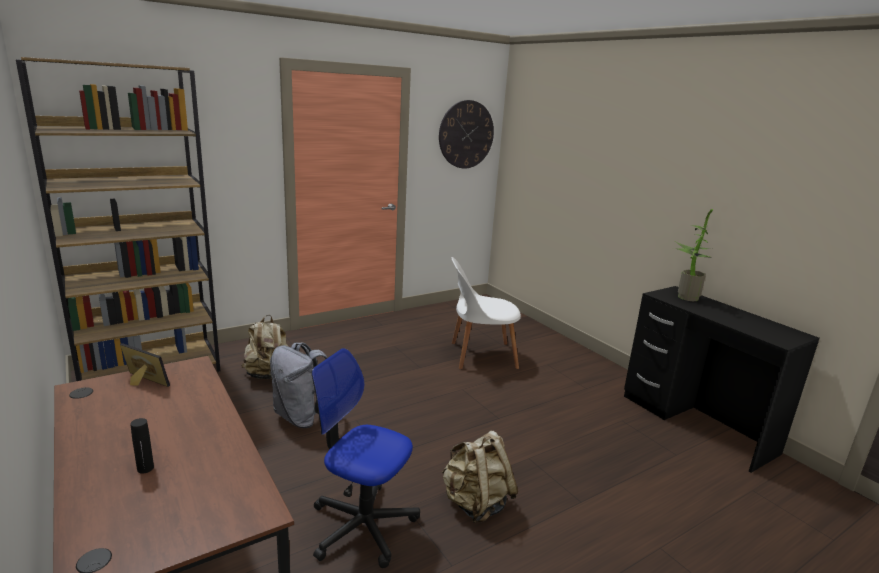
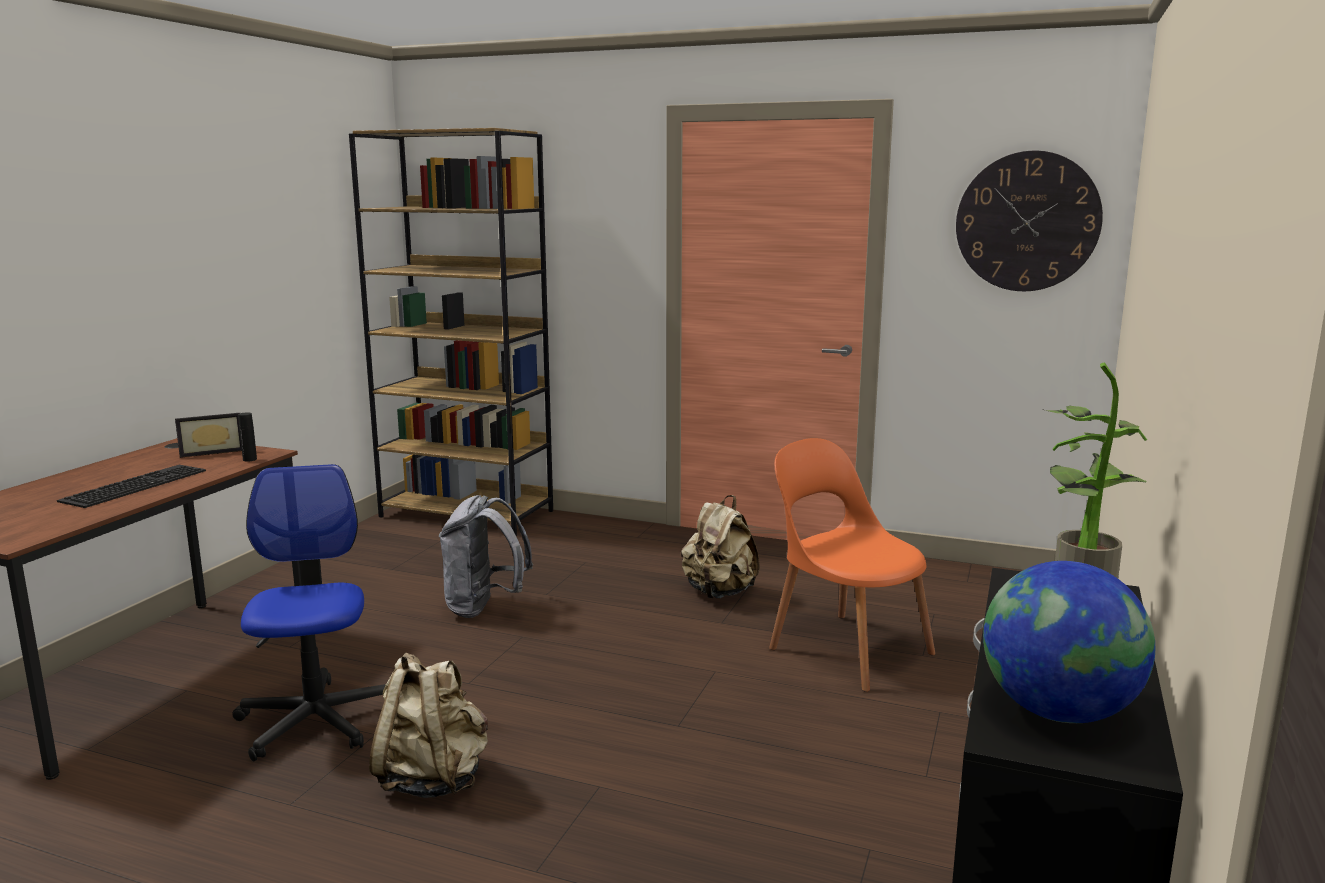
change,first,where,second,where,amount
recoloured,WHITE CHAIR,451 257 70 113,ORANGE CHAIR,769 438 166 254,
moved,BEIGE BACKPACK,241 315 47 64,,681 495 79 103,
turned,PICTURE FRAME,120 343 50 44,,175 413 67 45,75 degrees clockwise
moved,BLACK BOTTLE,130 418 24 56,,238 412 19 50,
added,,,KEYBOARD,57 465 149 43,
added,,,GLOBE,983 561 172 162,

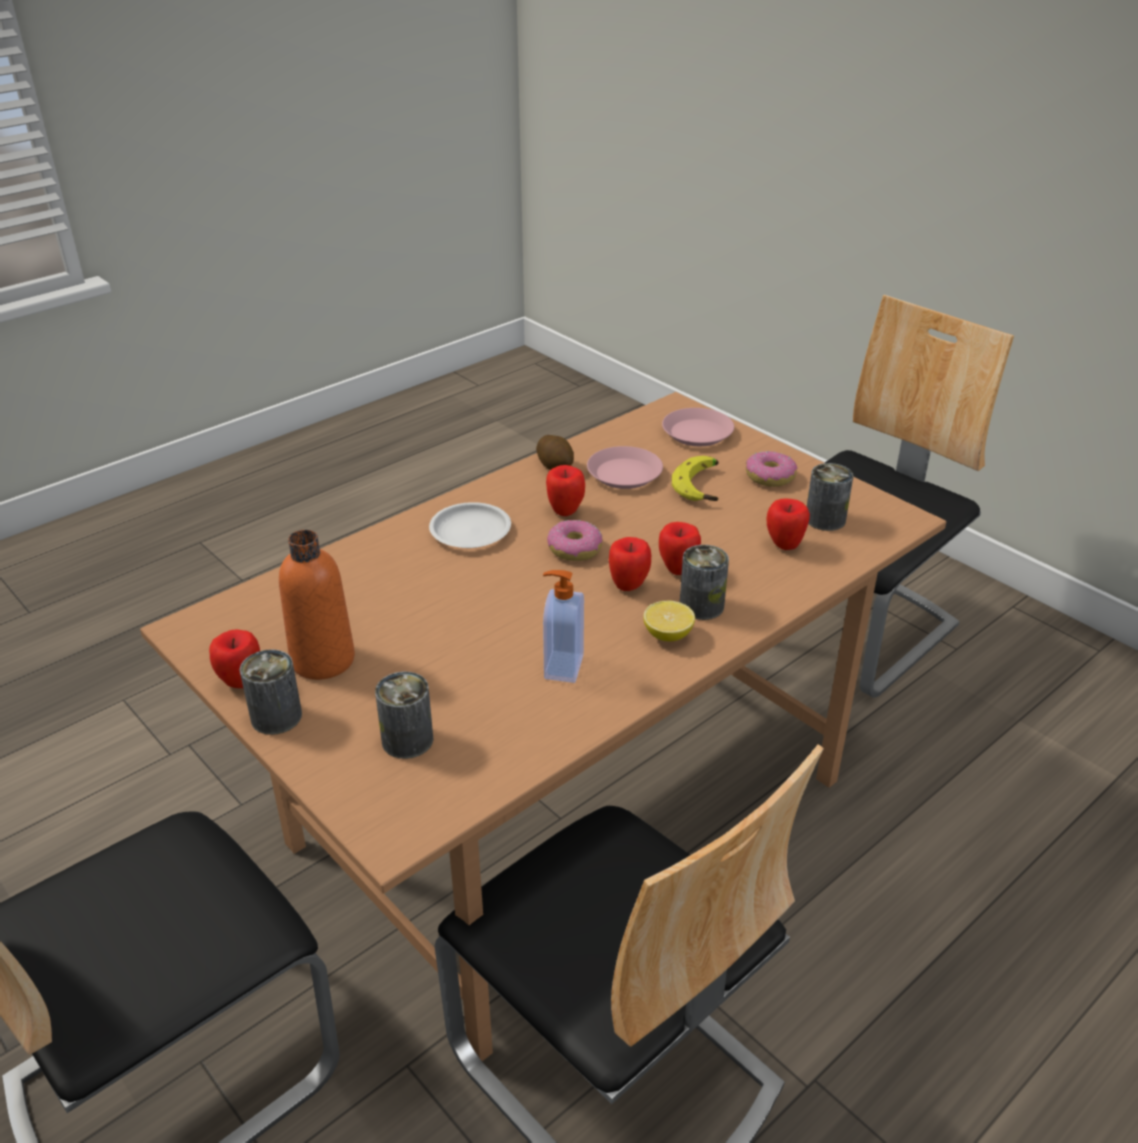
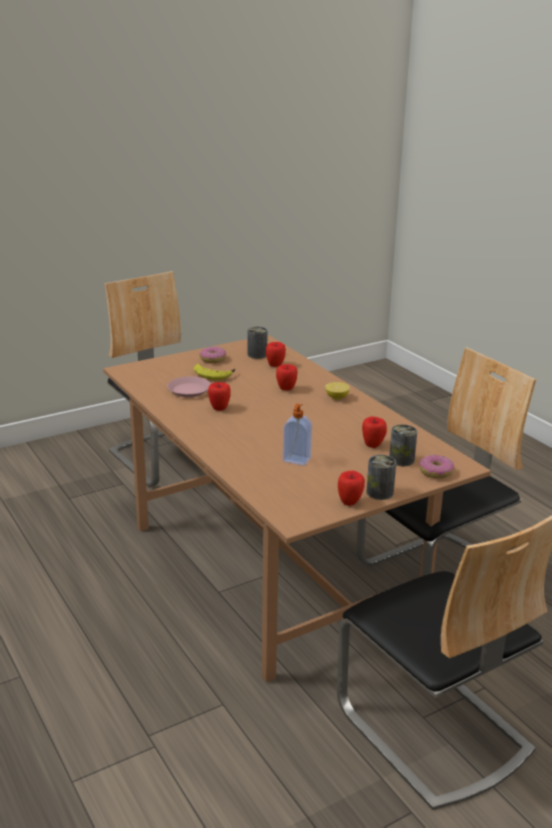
change,first,where,second,where,amount
removed,PINK PLATE,662 408 72 38,,,
removed,POTATO,536 435 38 35,,,
removed,WHITE PLATE,429 502 82 46,,,
moved,DONUT,547 520 55 41,,419 455 35 24,
removed,ORANGE BOTTLE,279 530 76 150,,,
moved,APPLE,609 537 42 54,,362 417 25 31,
removed,CAN,680 545 49 75,,,
moved,SOAP DISPENSER,543 570 41 113,,283 404 29 62,

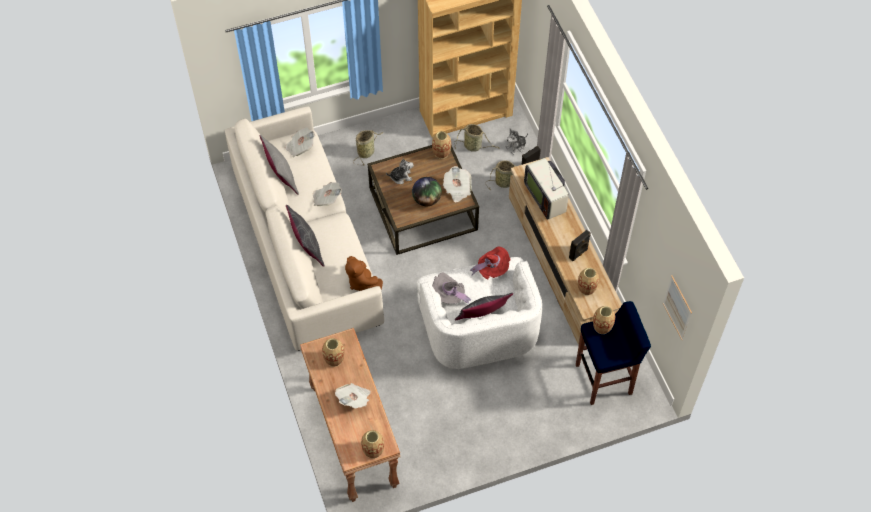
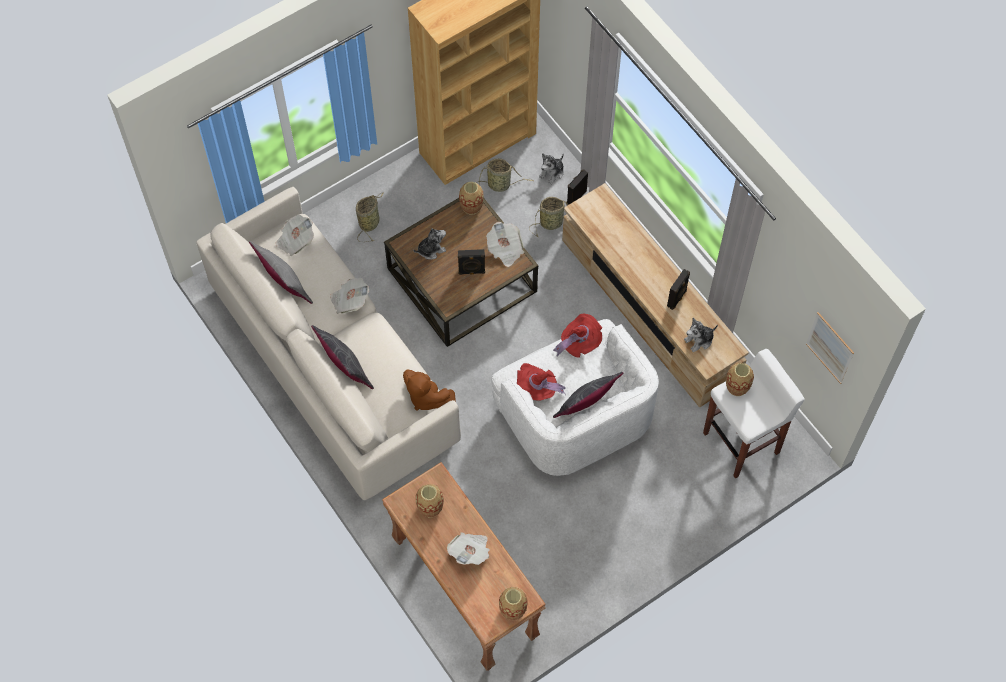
change,first,where,second,where,amount
removed,TELEVISION,524 158 45 62,,,
replaced,GLOBE,412 177 30 29,BLACK SPEAKER,458 249 27 26,
replaced,VASE,578 268 21 27,PLUSH TOY,684 318 34 34,
recoloured,GREY HAT,432 273 39 31,RED HAT,517 363 49 38,
recoloured,BLUE STOOL,576 301 75 104,WHITE STOOL,703 349 102 130,

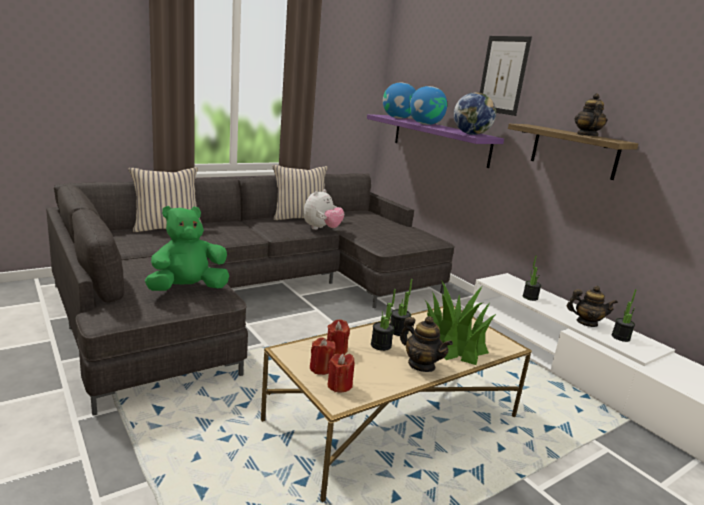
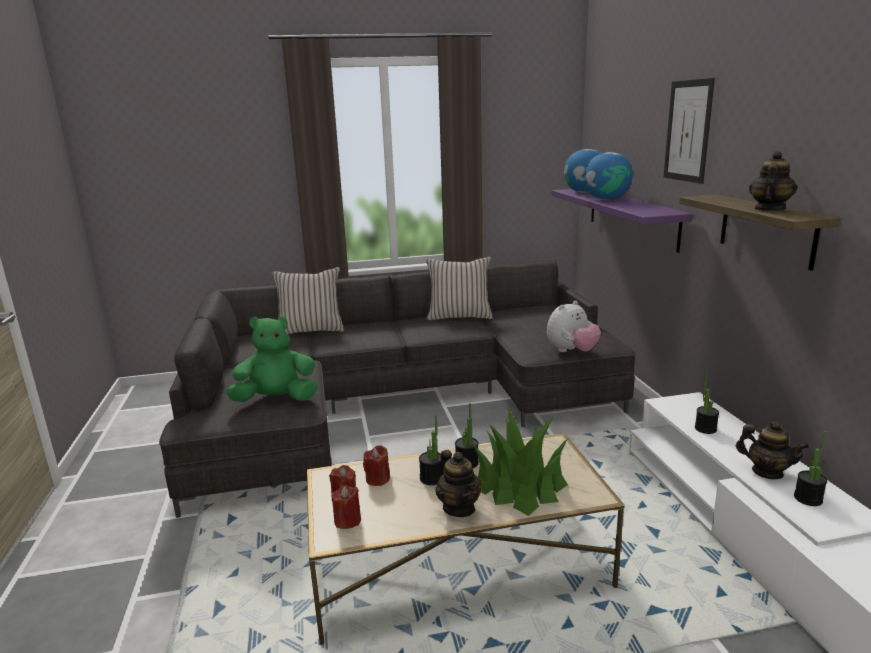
change,first,where,second,where,amount
removed,GLOBE,454 92 42 43,,,
moved,PLUSH TOY,303 189 41 41,,547 301 54 51,

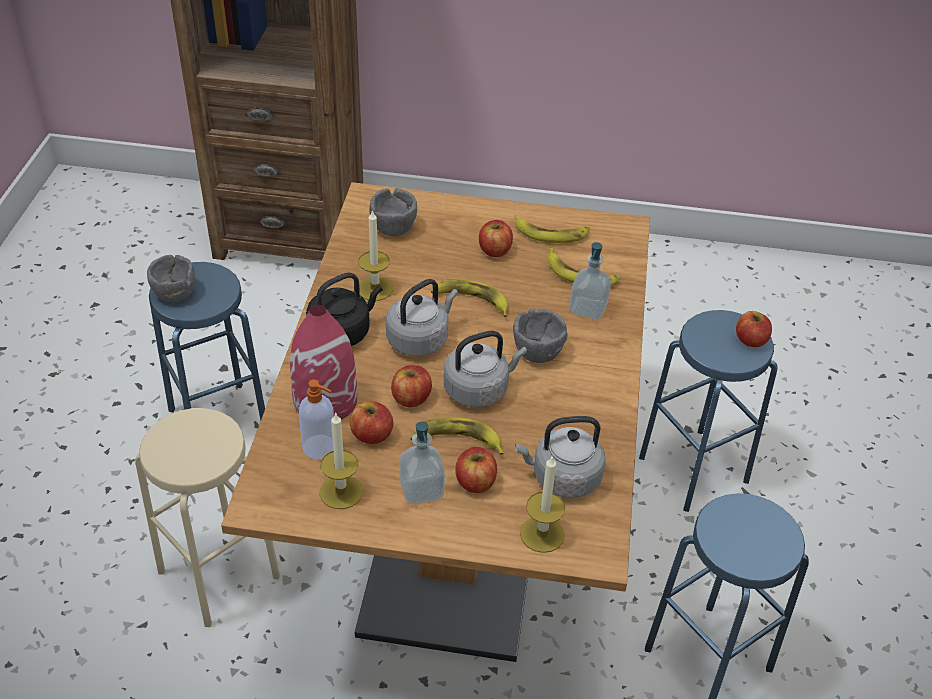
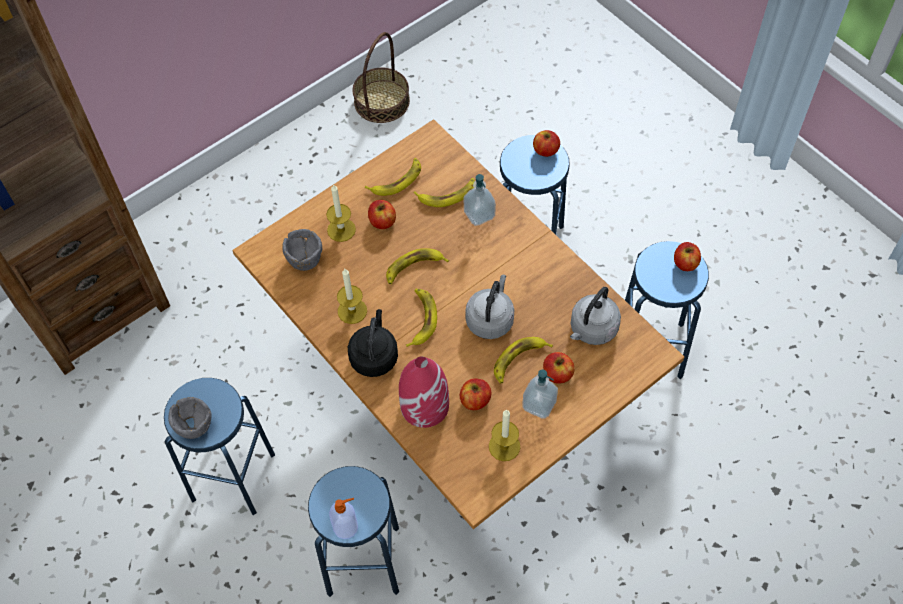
change,first,where,second,where,amount
replaced,GREY KETTLE,386 279 72 77,BANANA,406 289 31 58,
removed,GREY BOWL,513 309 55 54,,,
moved,APPLE,391 365 41 42,,674 242 27 29,
moved,SOAP DISPENSER,299 380 35 80,,329 498 29 41,
recoloured,BEIGE STOOL,135 408 145 219,BLUE STOOL,308 466 91 131,
moved,CANDLE,520 455 45 98,,326 184 30 58,
added,,,BASKET,352 32 58 91,

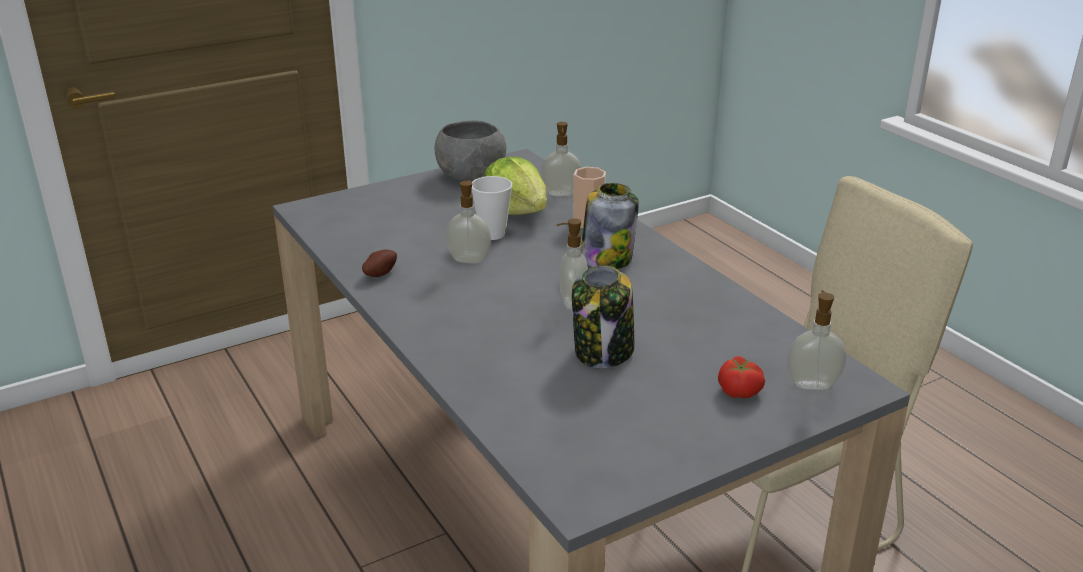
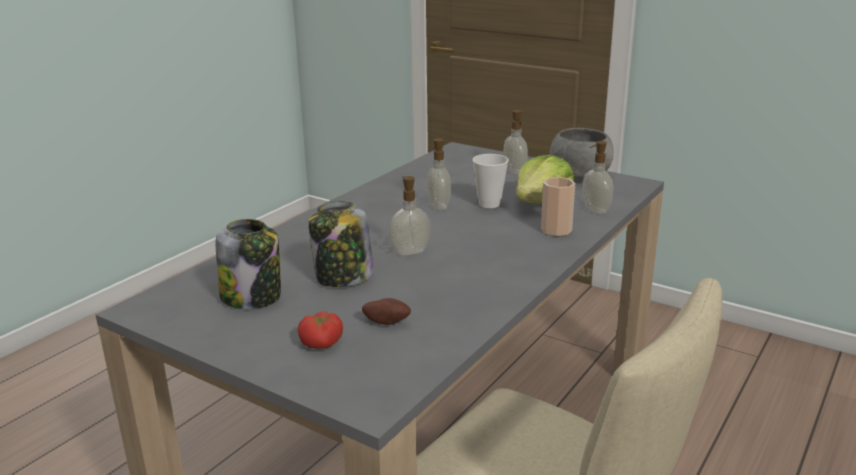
change,first,where,second,where,amount
moved,JAR,581 183 58 86,,216 219 65 90,
moved,POTATO,362 250 35 27,,362 298 49 27,
moved,SOAP DISPENSER,787 290 59 100,,504 110 24 65,

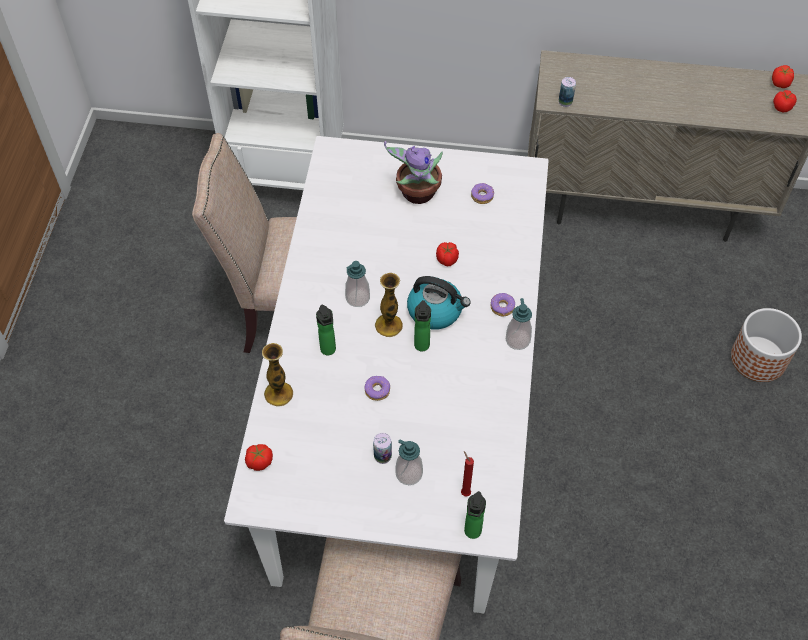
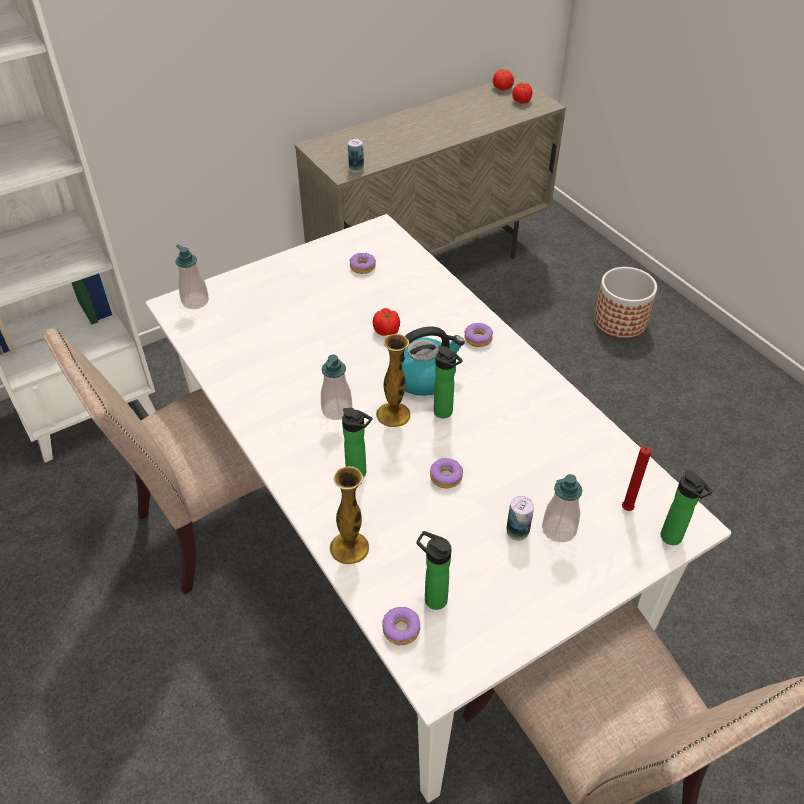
change,first,where,second,where,amount
removed,POTTED PLANT,384 141 59 63,,,
moved,SOAP DISPENSER,506 298 26 52,,176 244 33 65,
replaced,TOMATO,245 444 28 27,DONUT,382 607 38 38,
added,,,BOTTLE,416 531 35 79,

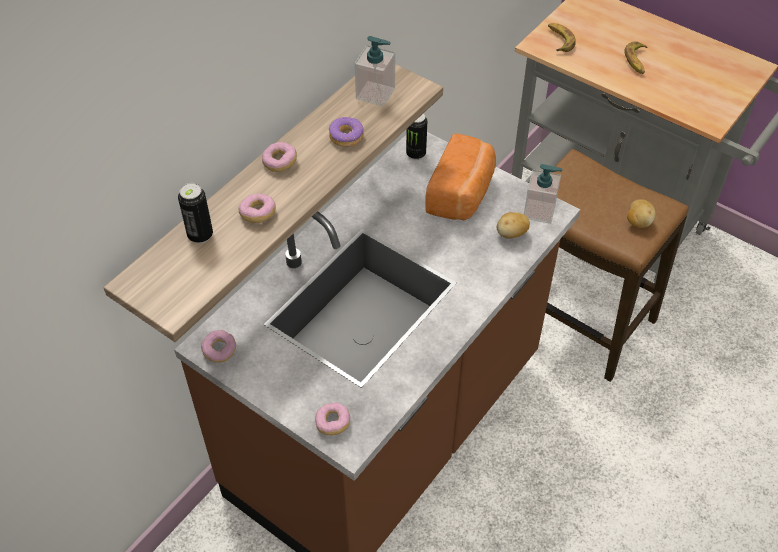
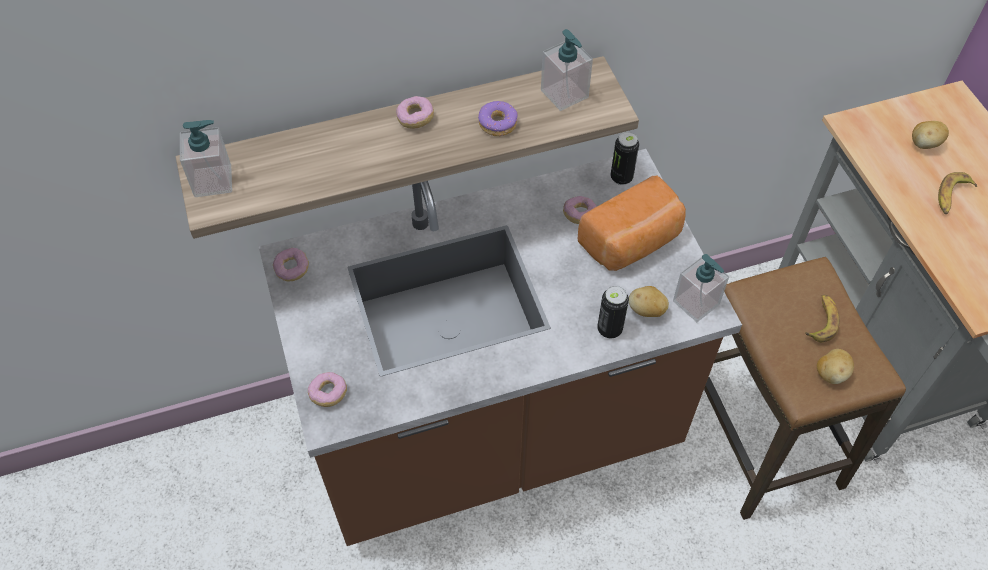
change,first,where,second,where,amount
moved,BANANA,548 23 28 29,,805 295 35 47,
moved,CAN,178 183 35 60,,597 286 32 52,
moved,DONUT,238 194 38 29,,563 196 34 28,
added,,,SOAP DISPENSER,180 120 52 77,
added,,,POTATO,912 121 37 28,

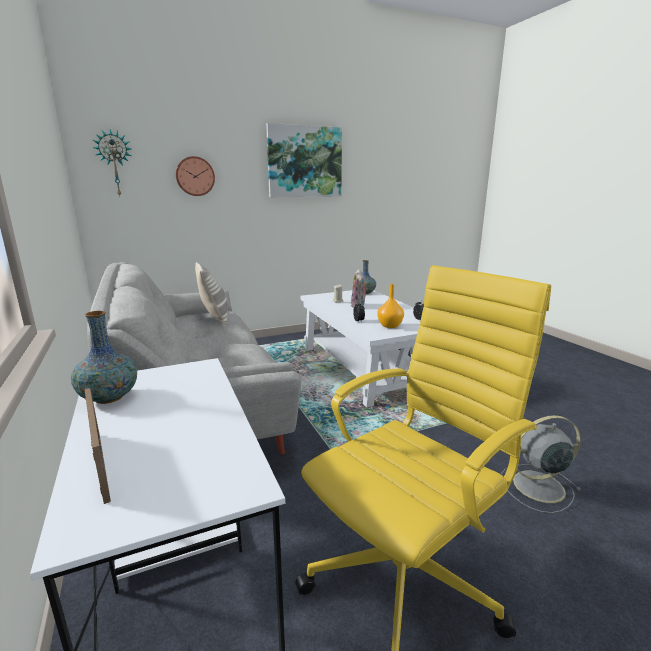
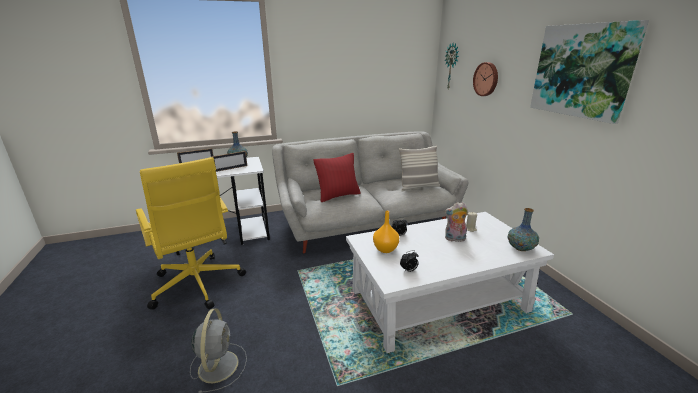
change,first,where,second,where,amount
added,,,PICTURE FRAME,212 151 35 21,
added,,,RED PILLOW,314 153 47 49,

